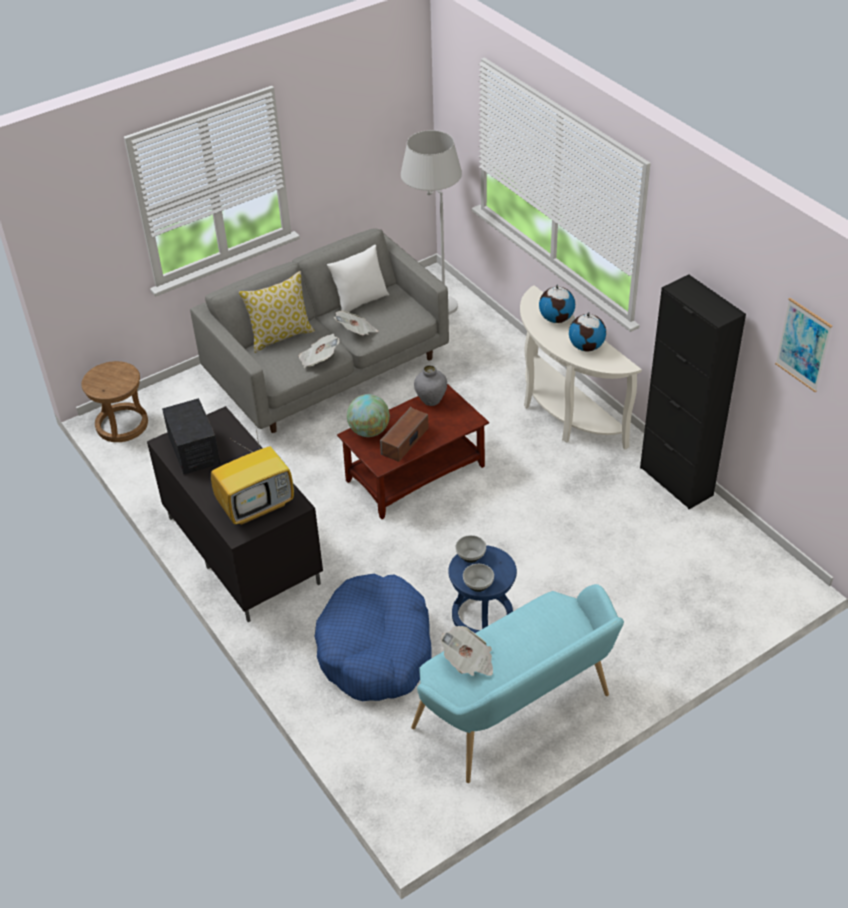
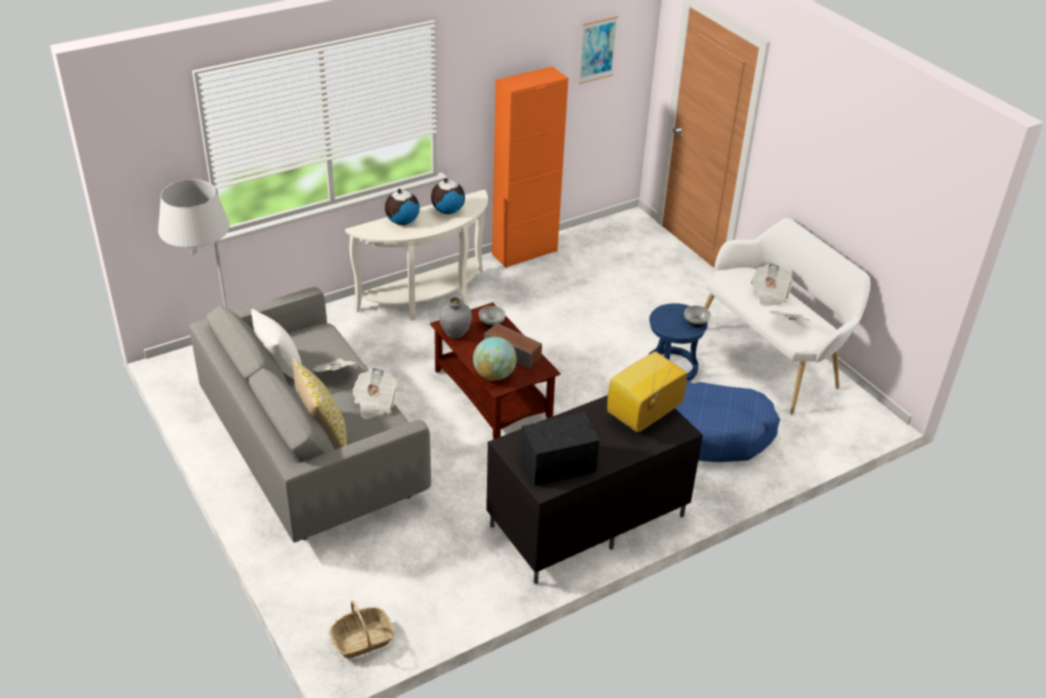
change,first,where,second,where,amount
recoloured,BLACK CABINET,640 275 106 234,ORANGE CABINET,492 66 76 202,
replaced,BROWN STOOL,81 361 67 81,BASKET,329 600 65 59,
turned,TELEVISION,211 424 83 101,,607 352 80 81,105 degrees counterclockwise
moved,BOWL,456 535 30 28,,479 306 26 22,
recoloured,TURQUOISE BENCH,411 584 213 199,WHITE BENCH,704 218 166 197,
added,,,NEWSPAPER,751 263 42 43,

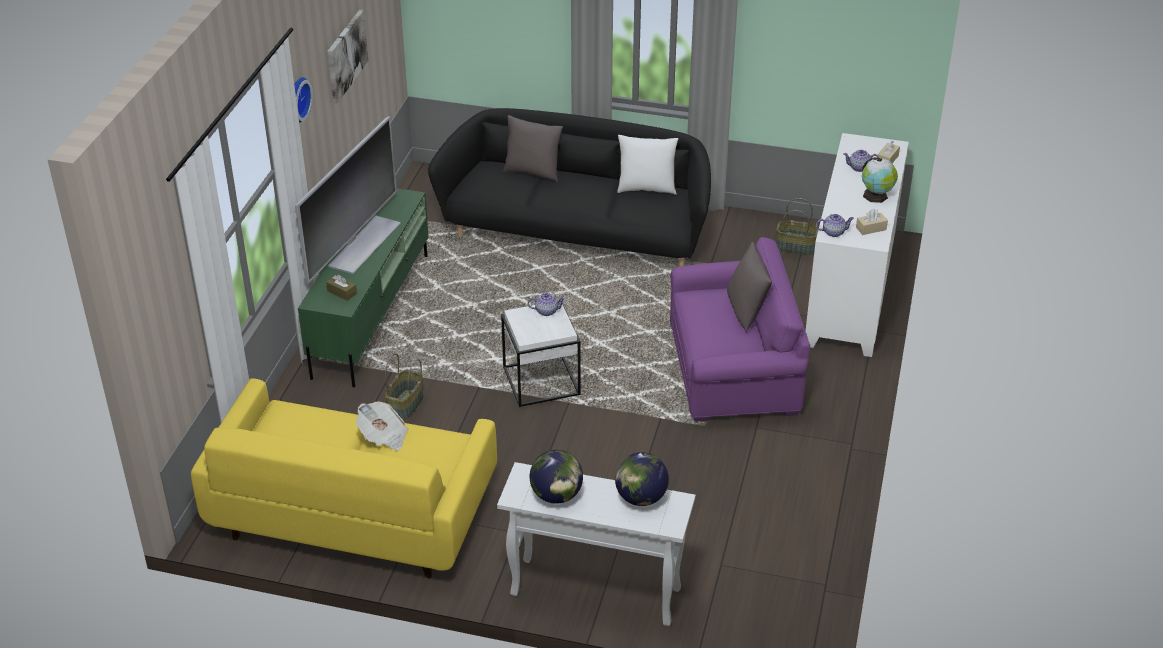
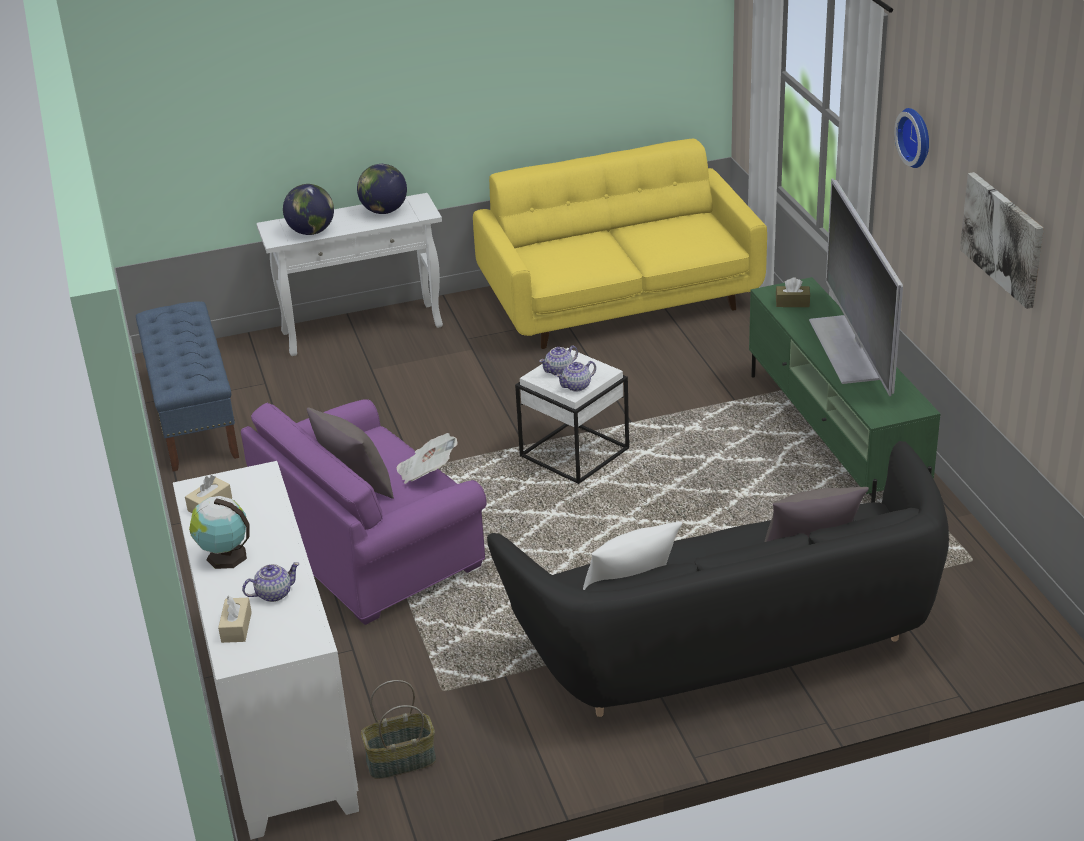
change,first,where,second,where,amount
moved,TEAPOT,816 214 38 23,,539 345 39 31,
removed,BASKET,385 353 38 67,,,
moved,NEWSPAPER,356 402 53 49,,396 433 62 51,
added,,,BLUE BENCH,136 302 103 170,

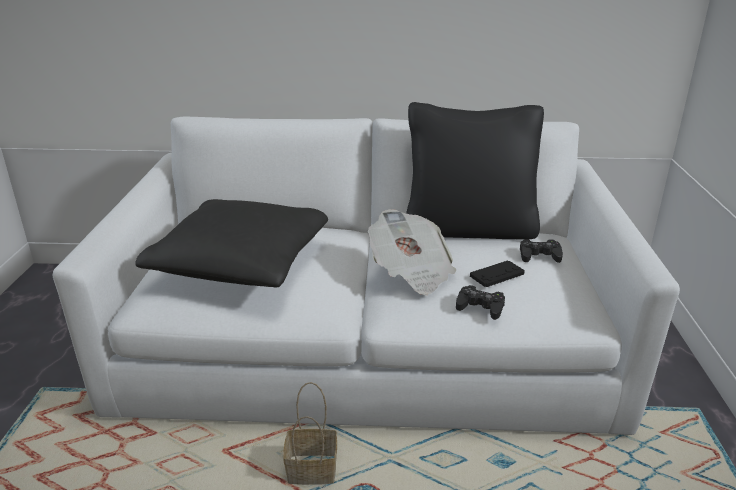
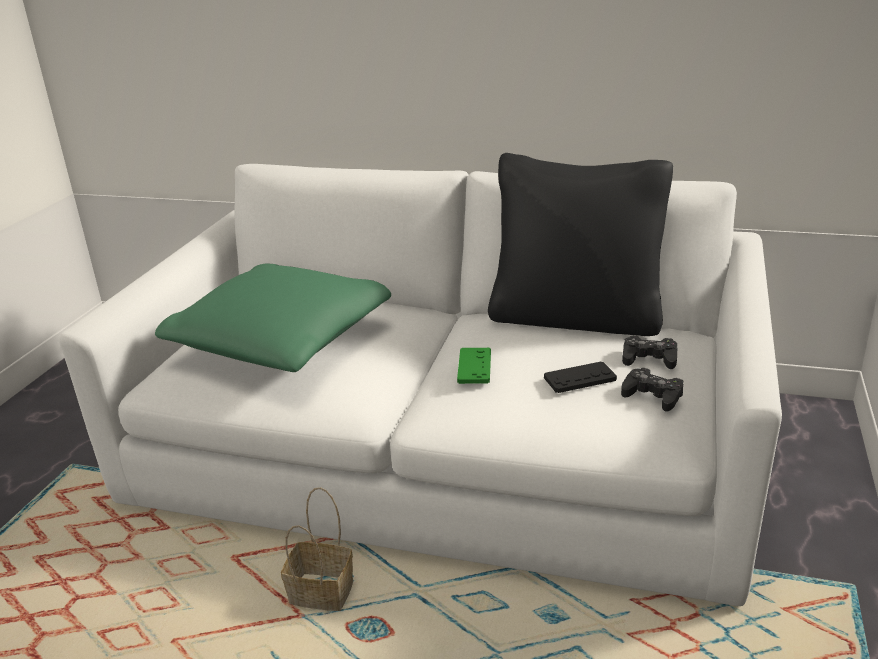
change,first,where,second,where,amount
recoloured,BLACK PILLOW,135 199 193 89,GREEN PILLOW,155 264 236 108,
replaced,NEWSPAPER,368 209 88 86,GREEN GAME CONTROLLER,457 348 34 36,
moved,BLACK GAME CONTROLLER,456 285 49 35,,621 368 62 44,

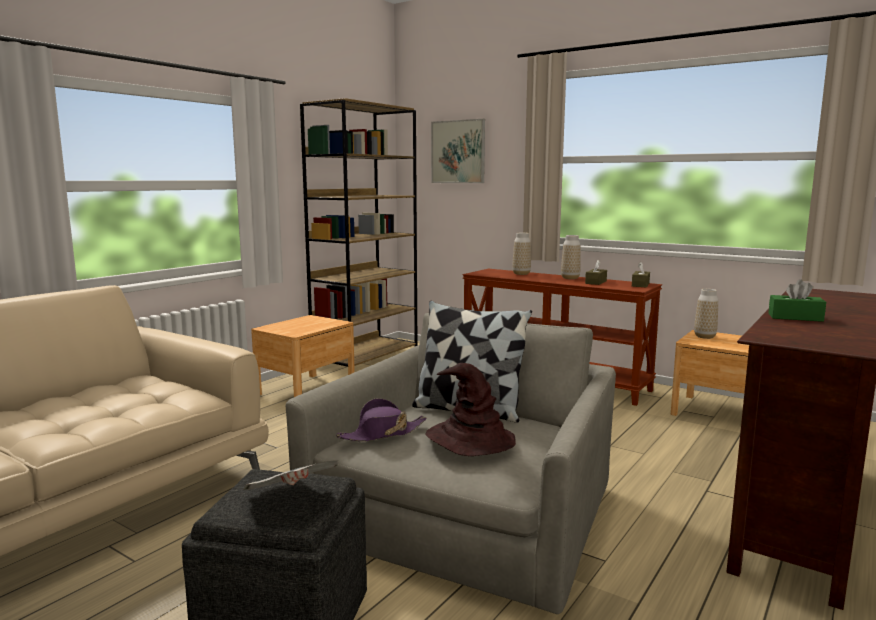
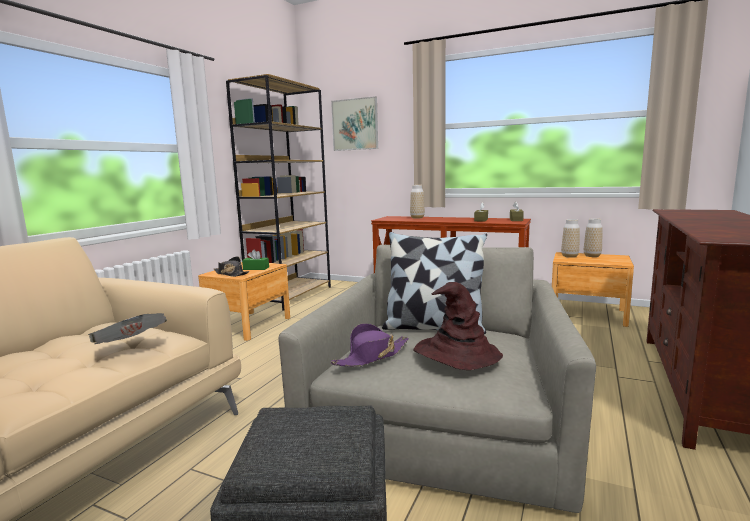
change,first,where,second,where,amount
moved,VASE,561 235 20 44,,584 218 18 39,
moved,GREEN TISSUE BOX,768 279 58 43,,242 250 27 20,
moved,NEWSPAPER,244 460 94 30,,88 313 79 31,
added,,,BLACK HAT,214 256 35 21,

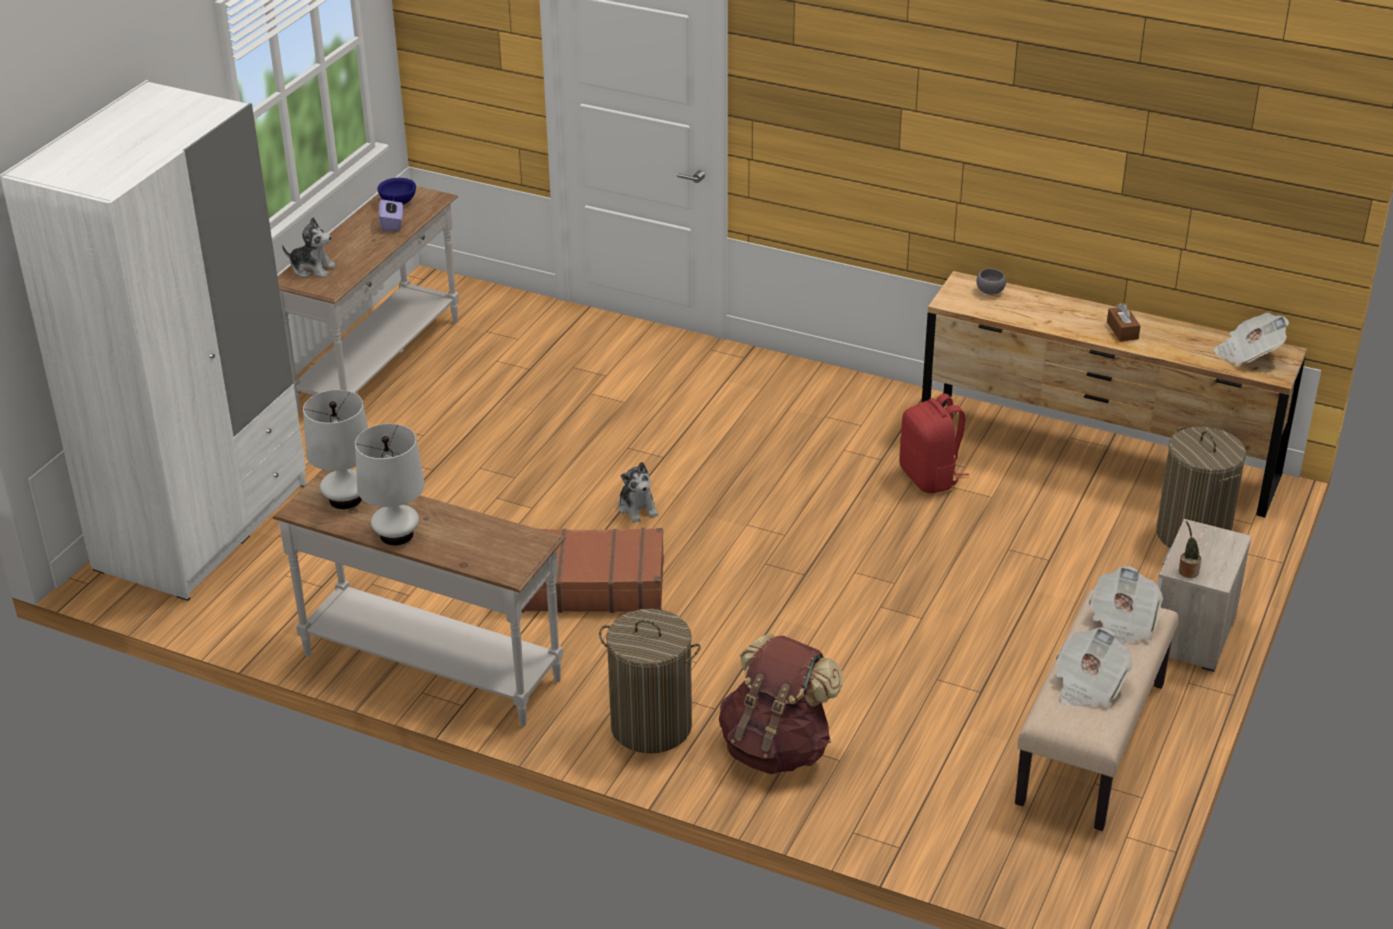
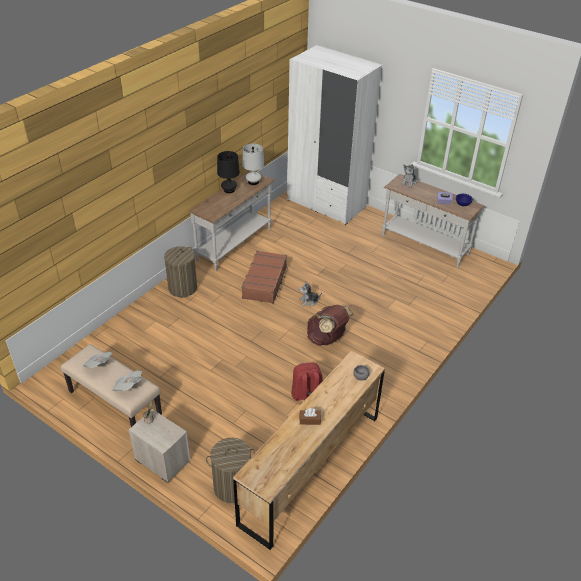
change,first,where,second,where,amount
removed,NEWSPAPER,1214 313 75 53,,,
recoloured,WHITE TABLE LAMP,355 424 70 121,BLACK TABLE LAMP,217 151 23 42,
moved,BROWN BACKPACK,719 633 124 141,,307 305 47 41,

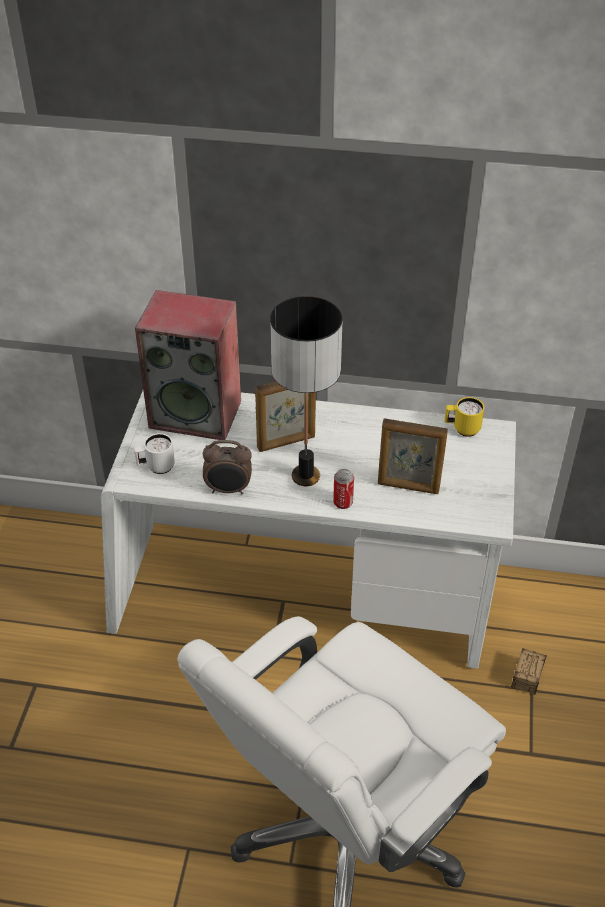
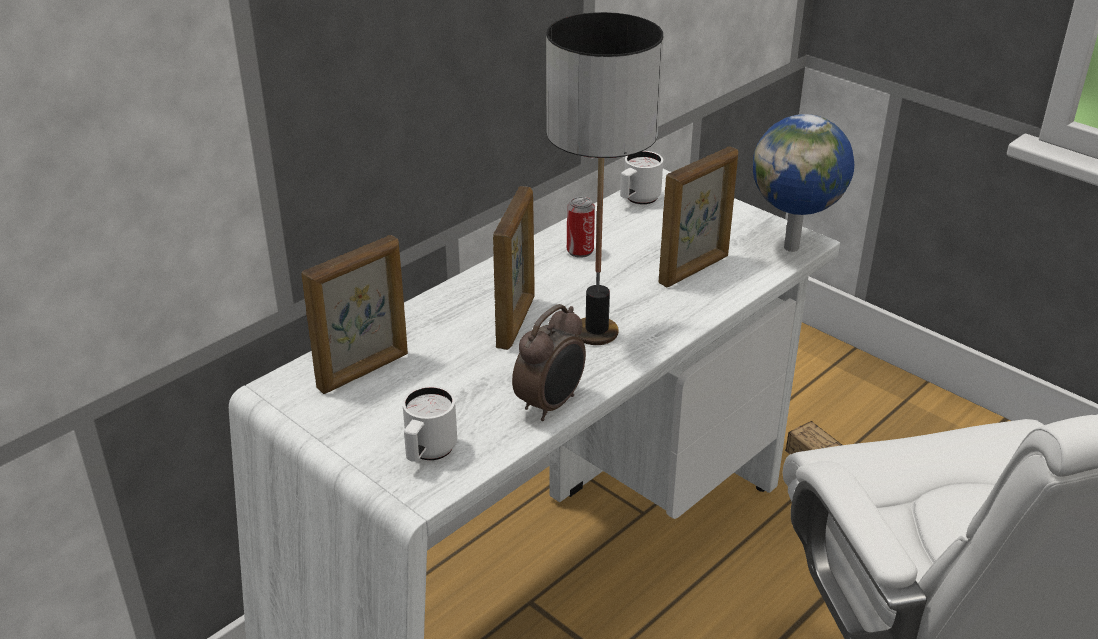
change,first,where,second,where,amount
replaced,SPEAKER,135 290 106 150,PICTURE FRAME,301 235 107 159,
recoloured,YELLOW MUG,444 397 40 40,WHITE MUG,620 151 43 54,
moved,CAN,333 469 21 40,,567 197 28 61,
added,,,GLOBE,753 114 101 138,

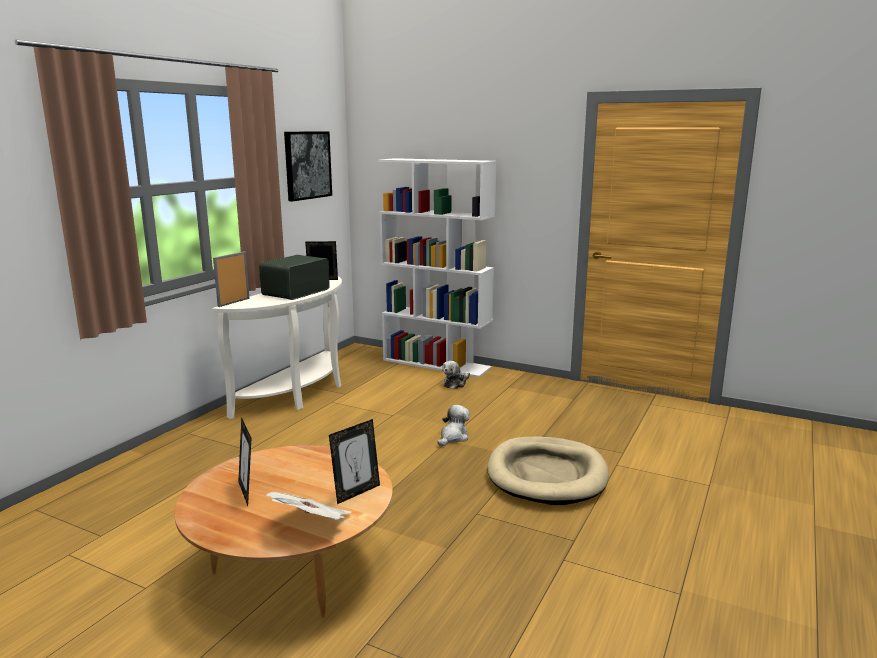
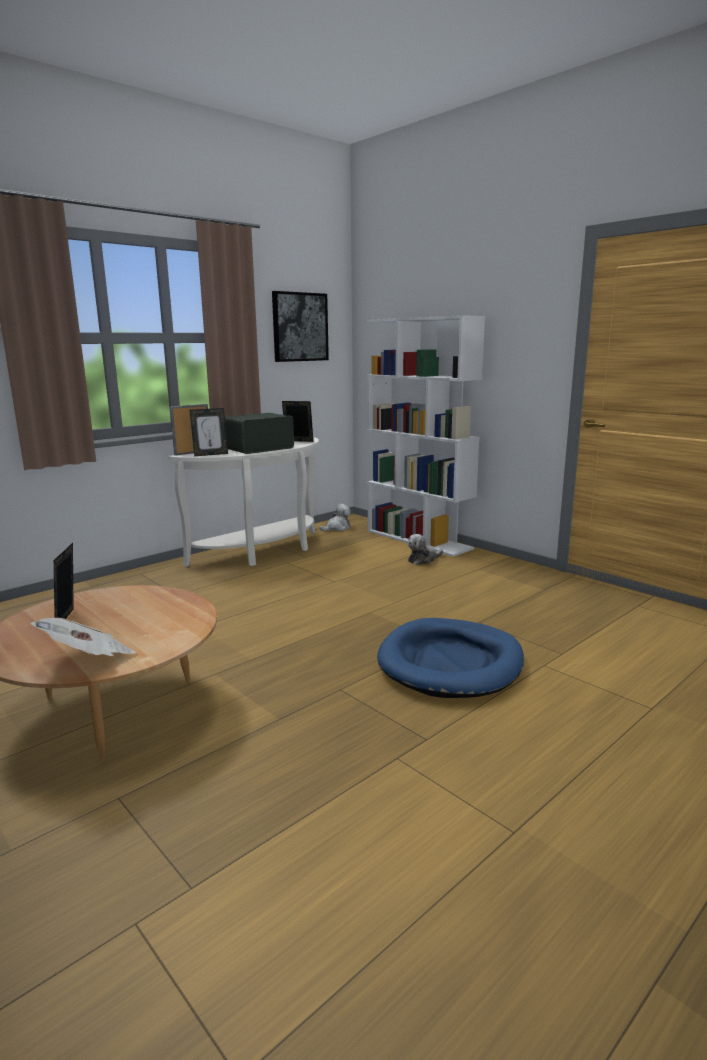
change,first,where,second,where,amount
moved,PLUSH TOY,437 405 33 41,,320 504 31 27,
moved,PICTURE FRAME,329 419 51 85,,190 408 38 48,
recoloured,BEIGE DOG BED,487 436 122 69,BLUE DOG BED,377 618 147 80,

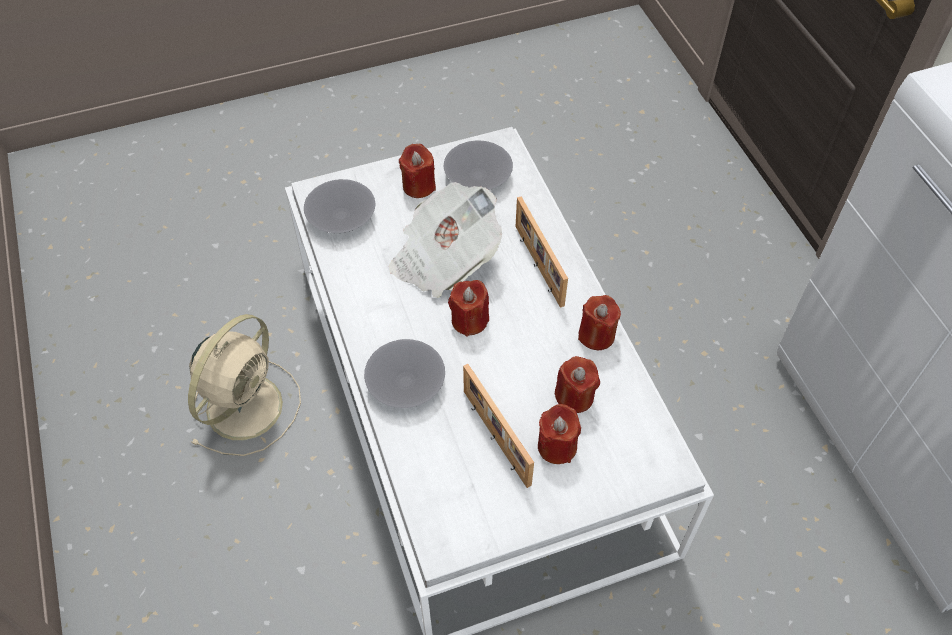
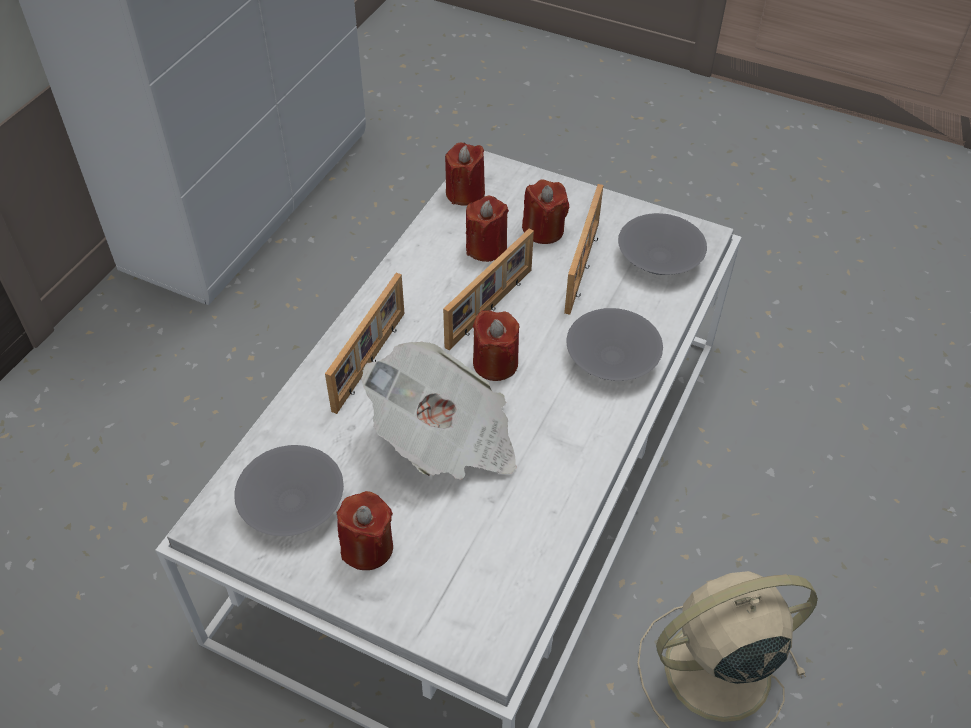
change,first,where,second,where,amount
moved,GREY BOWL,304 179 71 54,,618 213 89 62,
moved,RED CANDLE,578 295 43 55,,445 142 40 63,
added,,,PICTURE FRAME,443 229 91 121,

